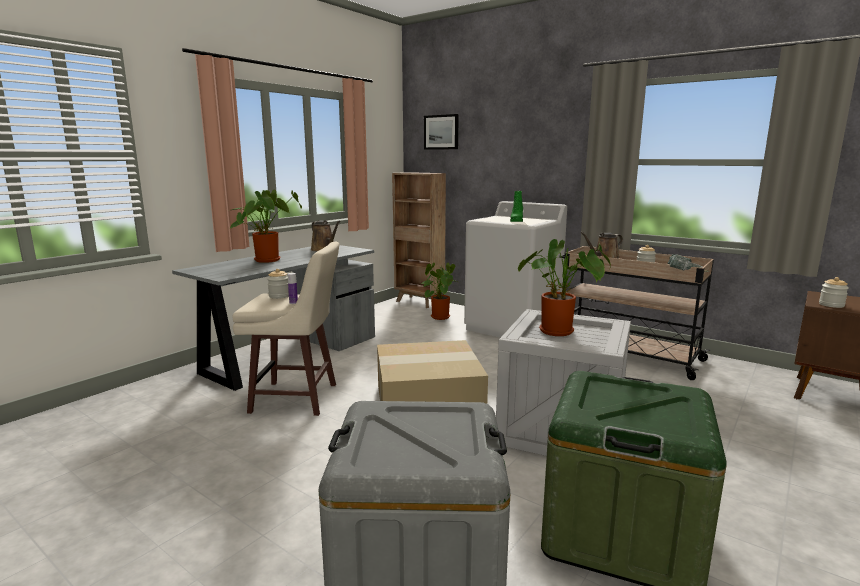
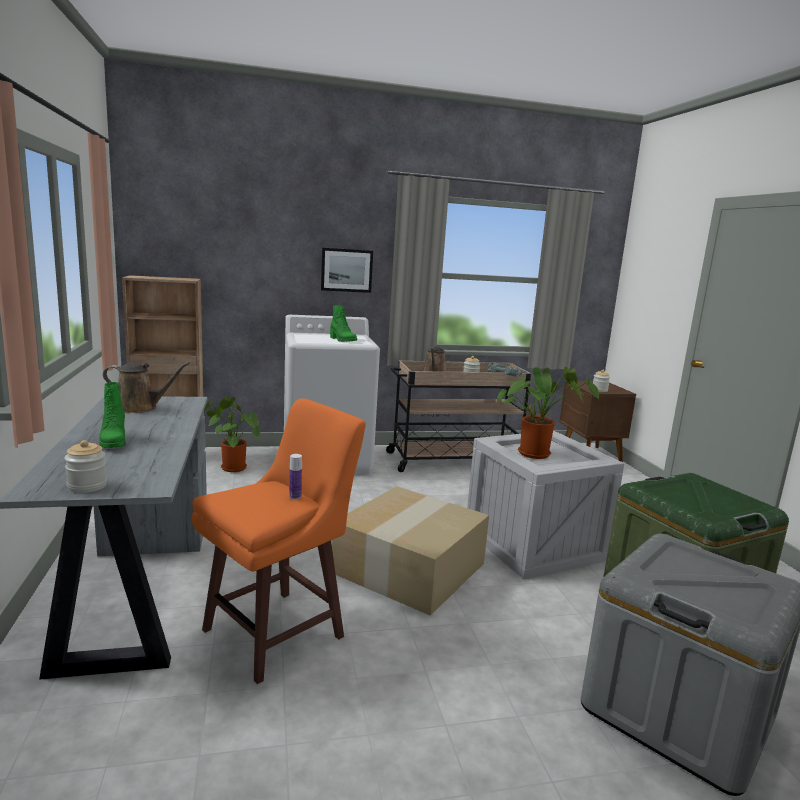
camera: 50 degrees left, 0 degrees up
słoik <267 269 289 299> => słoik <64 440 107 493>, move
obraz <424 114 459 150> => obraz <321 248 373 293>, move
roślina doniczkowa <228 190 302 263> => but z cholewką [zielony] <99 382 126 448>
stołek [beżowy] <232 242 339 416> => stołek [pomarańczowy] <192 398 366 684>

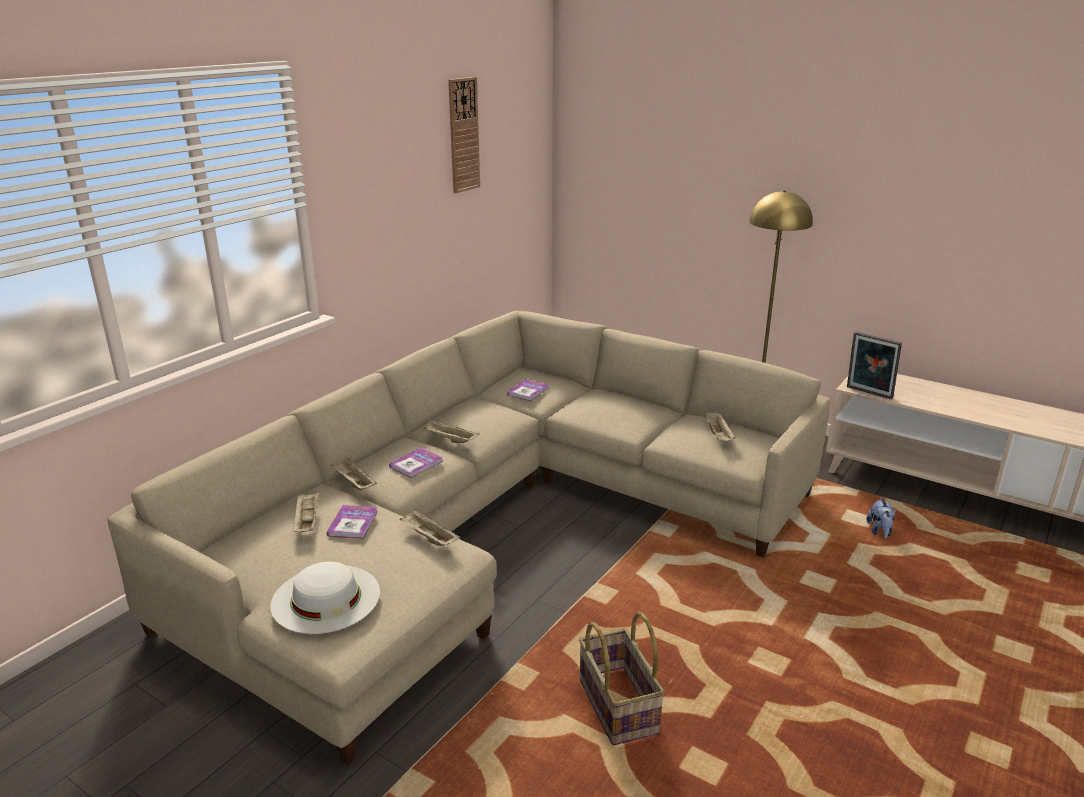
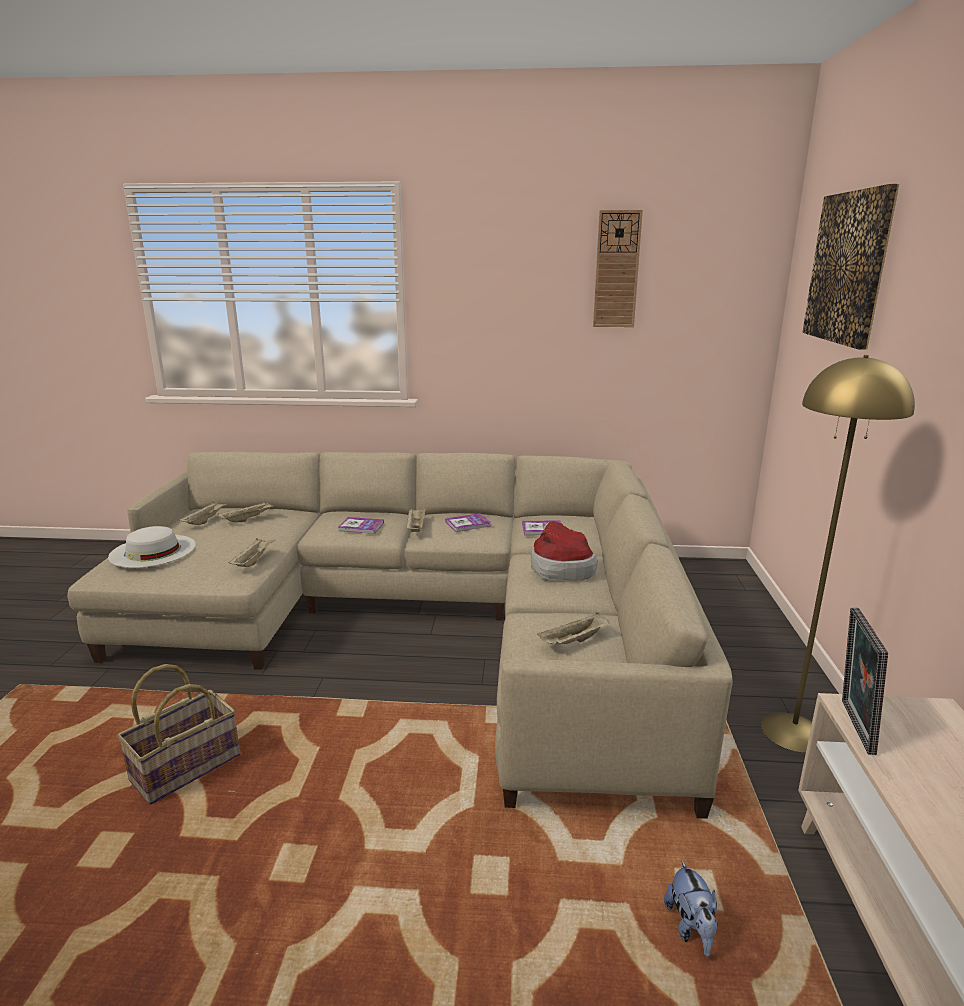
camera: 60 degrees right, 5 degrees down
nothing => kapelusz <531 521 597 580>
nothing => obraz <802 184 899 350>
książka <327 505 378 539> => książka <445 513 491 532>, move
taca [beżowy] <331 457 377 490> => taca [beżowy] <179 501 228 525>, move
pluszak <866 497 895 539> => pluszak <664 859 718 957>, 75 degrees counterclockwise

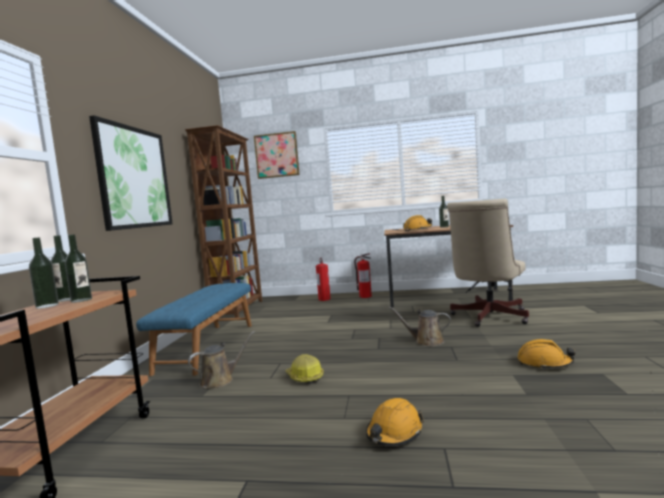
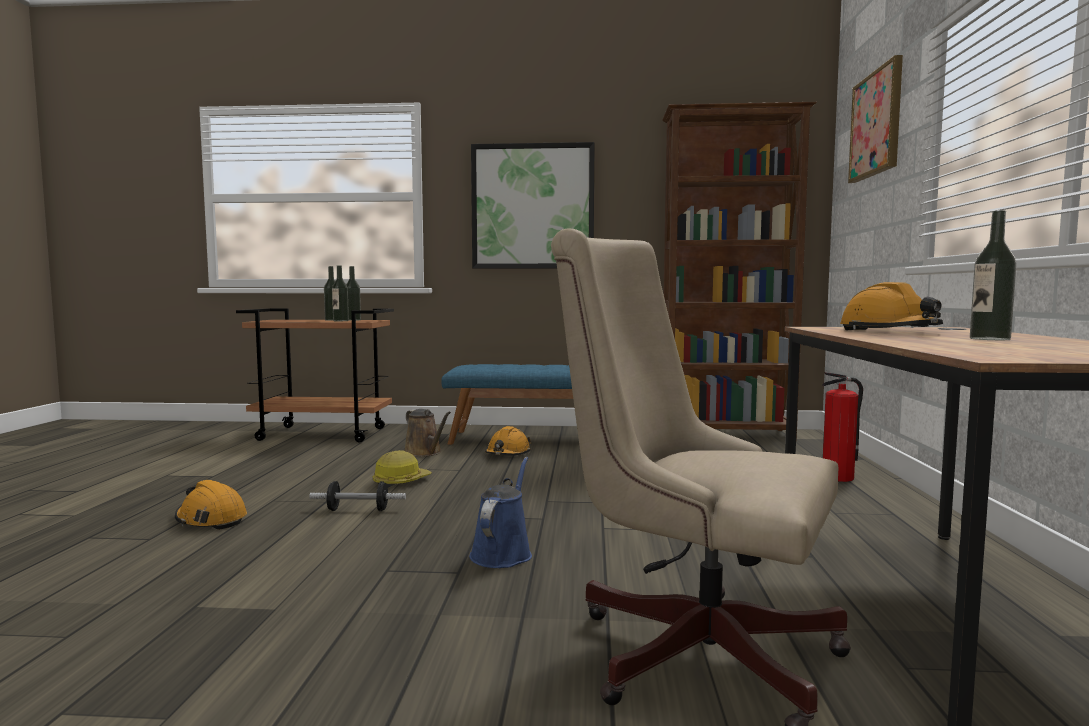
camera: 85 degrees right, 0 degrees up
gaśnica <354 253 372 298> => nothing
nothing => hantel <309 481 406 511>
kask [pomarańczowy] <517 339 575 370> => kask [pomarańczowy] <485 426 531 455>, move
konewka [brązowy] <389 307 451 346> => konewka [niebieski] <469 457 532 568>

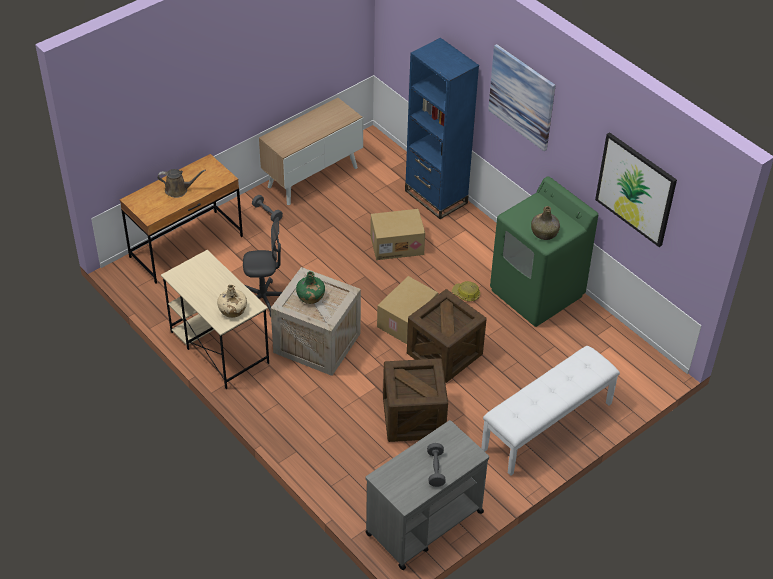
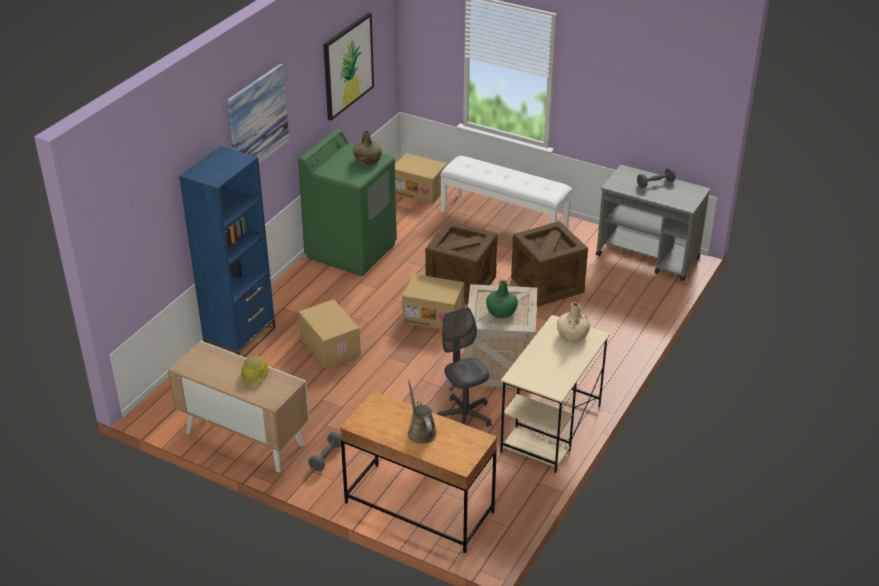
camera: 110 degrees left, 10 degrees down
nothing => karton <395 153 447 204>
kask <451 281 480 301> => kask <241 355 269 385>, move

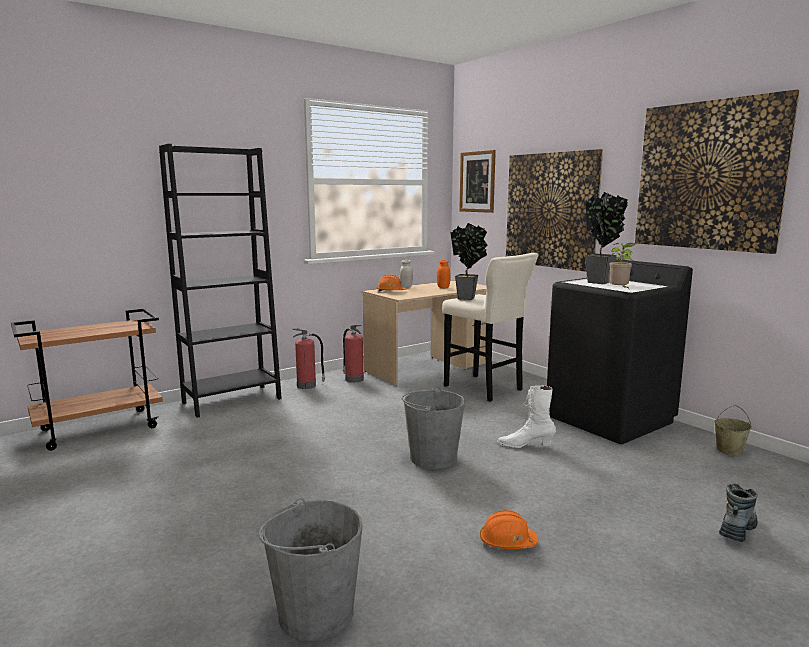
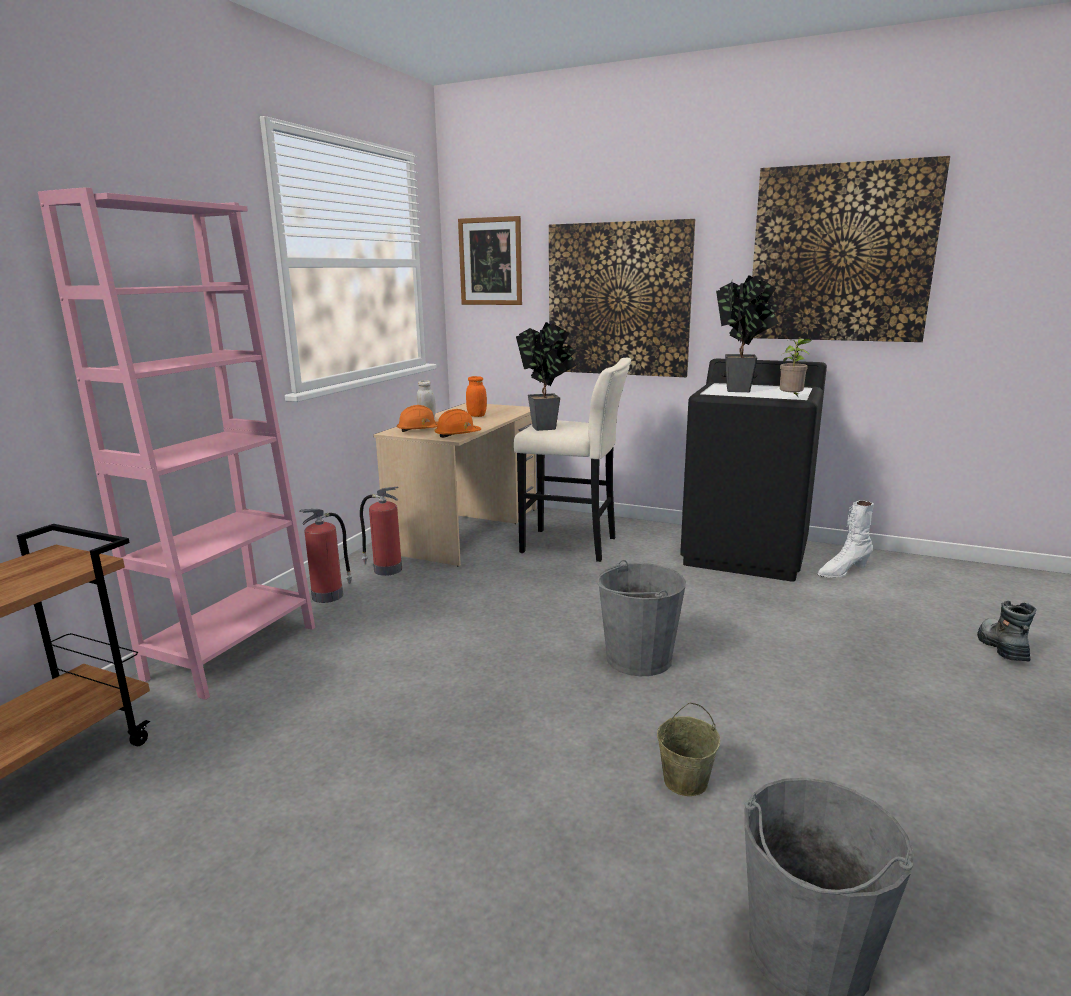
camera: 30 degrees left, 5 degrees up
kask [pomarańczowy] <480 510 538 549> => kask [pomarańczowy] <435 409 481 438>, move
but z cholewką [biały] <498 385 556 448> => but z cholewką [biały] <817 500 874 578>, move
wiadro [beżowy] <714 405 752 456> => wiadro [beżowy] <657 702 720 796>, move
regał [czarny] <159 144 282 418> => regał [różowy] <38 187 315 700>

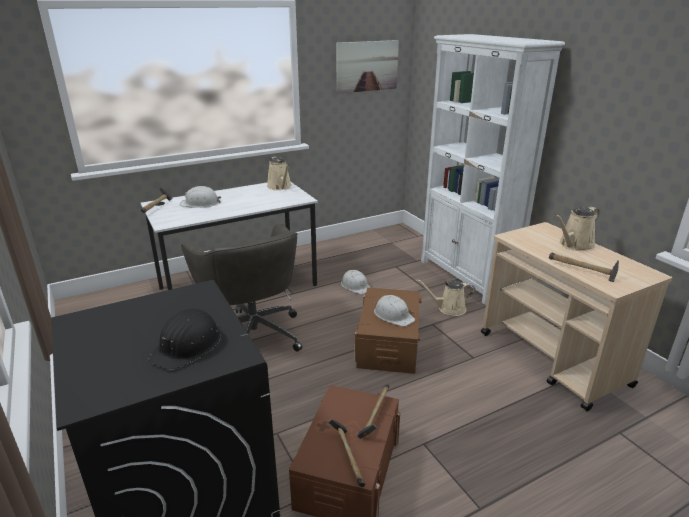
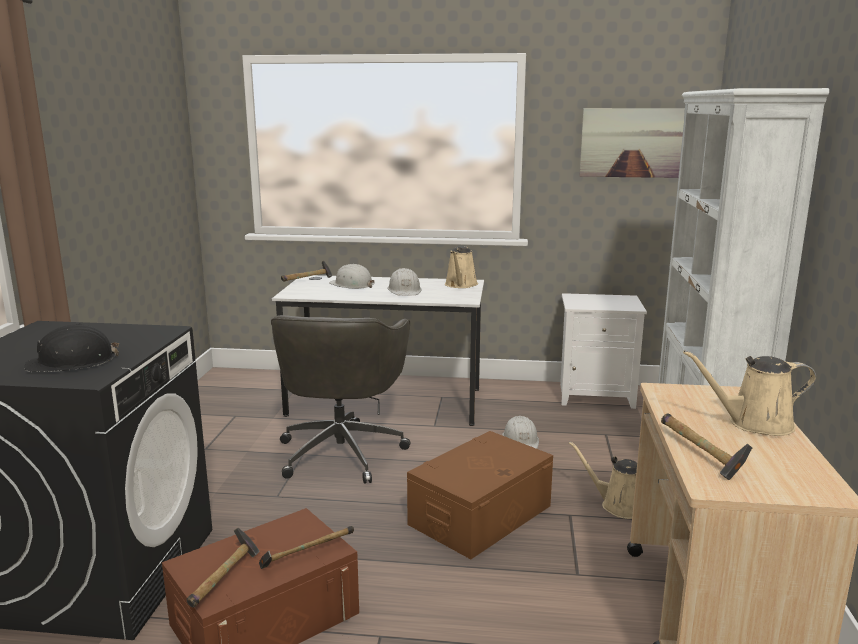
camera: 35 degrees right, 10 degrees down
nothing => szafka nocna [biały] <560 293 647 409>
kask [biały] <374 295 415 326> => kask [biały] <387 268 422 296>, move

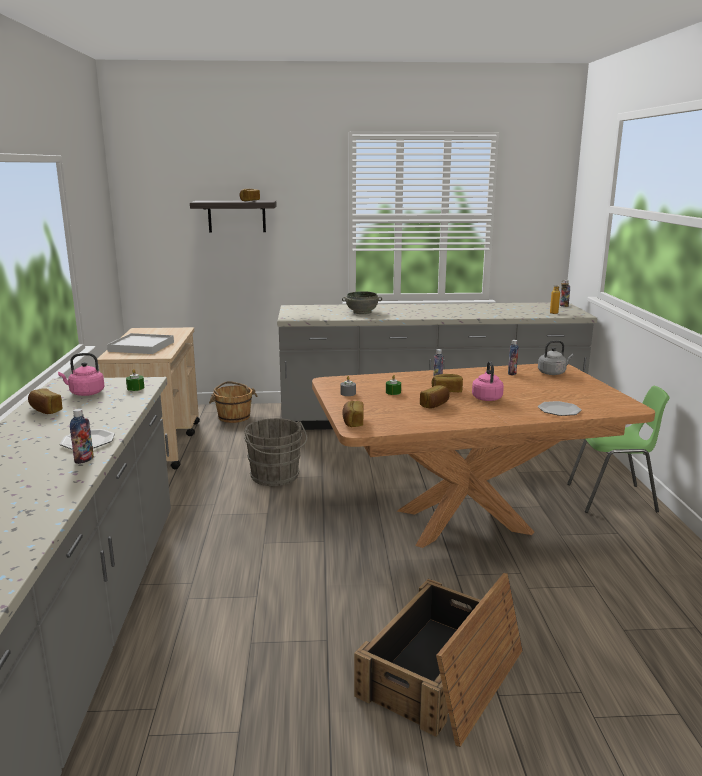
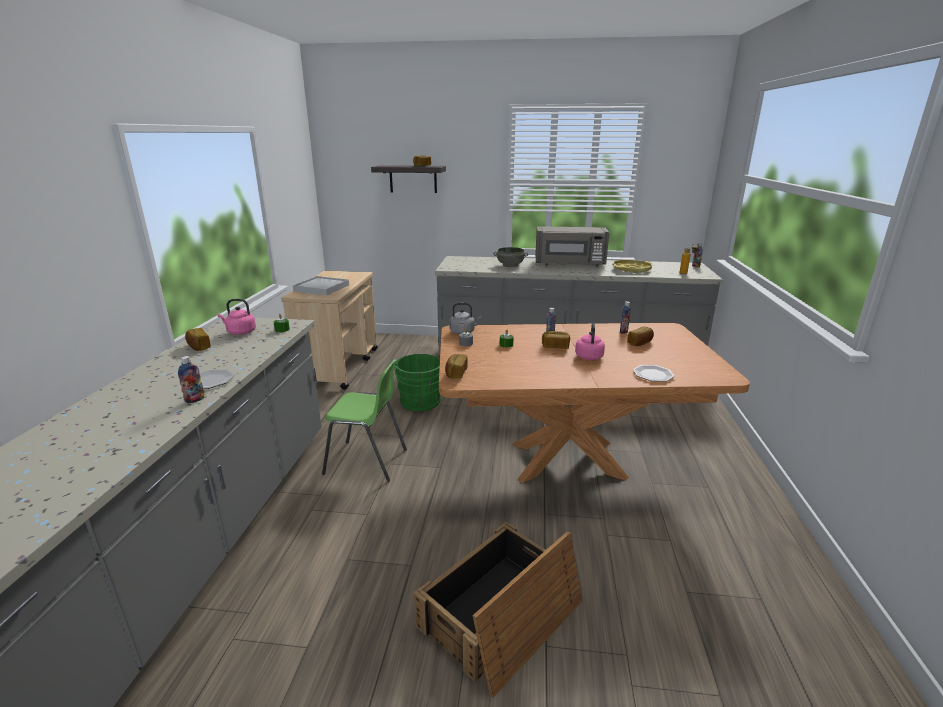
camera: 10 degrees right, 5 degrees up
wiadro [brązowy] <209 381 257 423> => nothing
nothing => mikrofalówka [szary] <535 226 610 266>
nothing => taca [żółty] <613 260 652 273>
chleb <420 385 450 409> => chleb <627 327 654 346>, move
czajnik [szary] <538 340 574 375> => czajnik [szary] <449 303 482 334>, move
krzesło [zielony] <567 386 669 513> => krzesło [zielony] <322 359 407 482>, move
wiadro [szary] <244 418 307 486> => wiadro [zielony] <394 354 441 412>

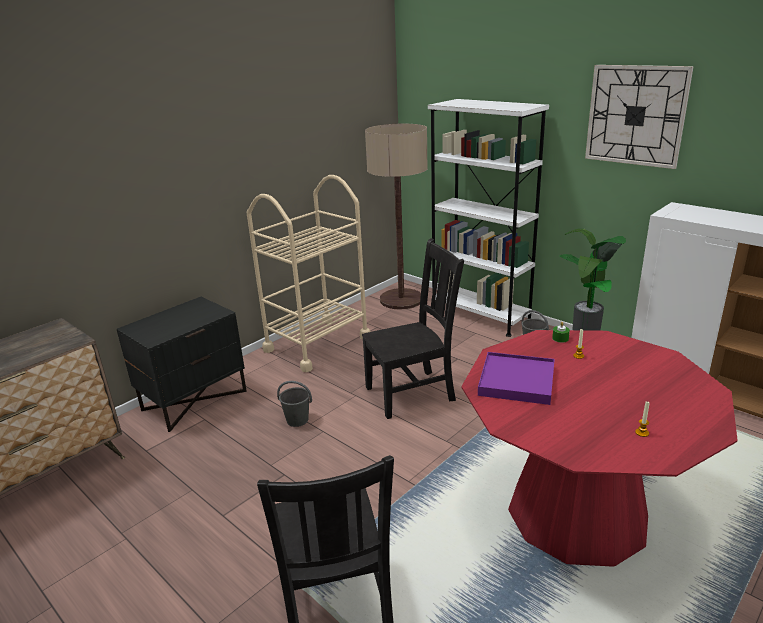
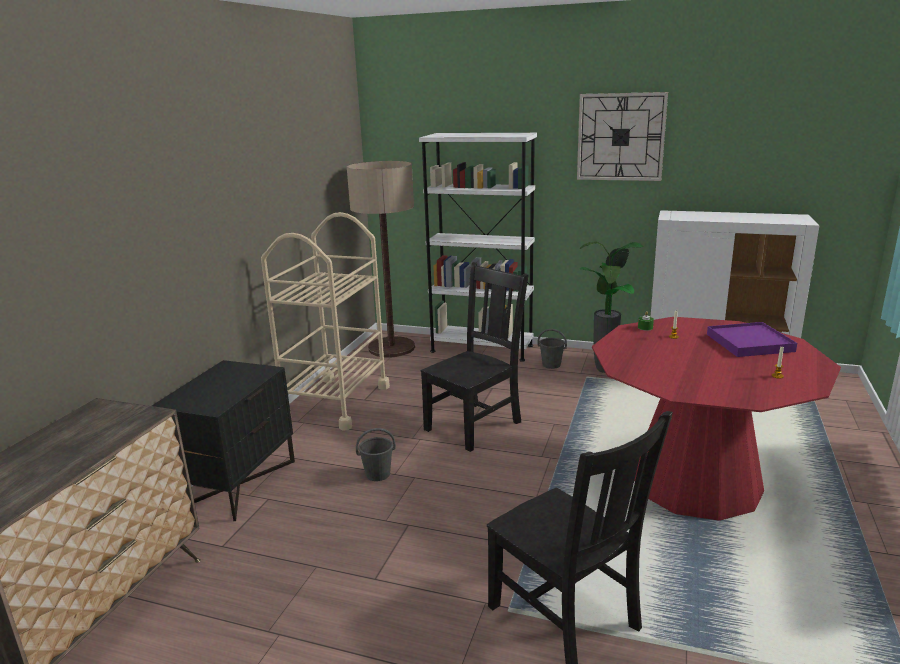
camera: 25 degrees left, 5 degrees down
taca [fioletowy] <478 352 555 405> => taca [fioletowy] <707 322 797 357>, move

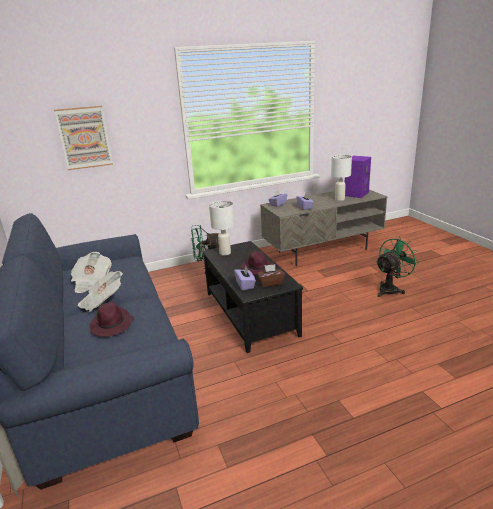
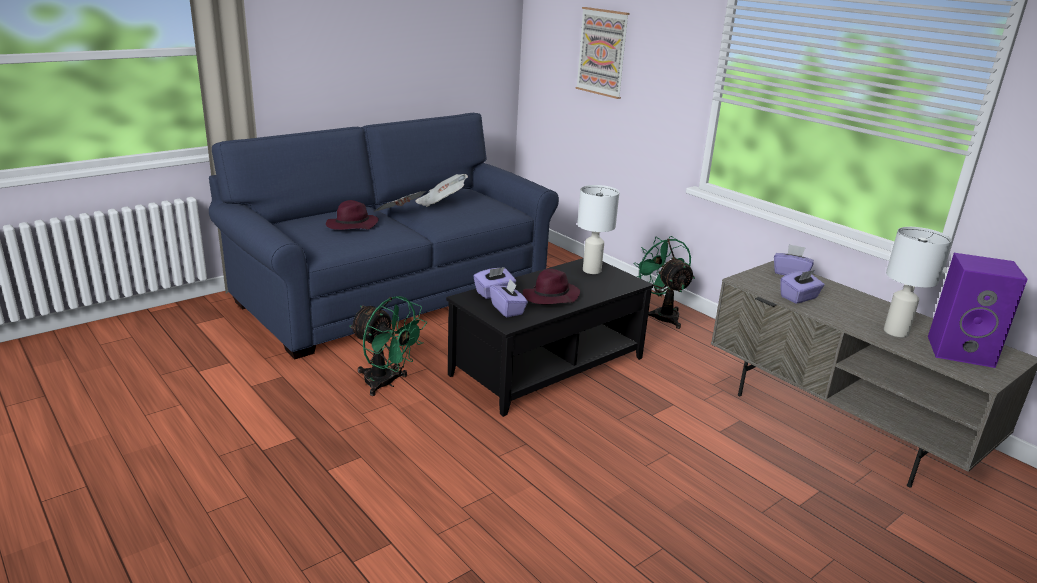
camera: 70 degrees right, 0 degrees up
wentylator [zielony] <376 237 420 297> => wentylator [zielony] <349 296 427 396>, move
pudełko chusteczek [brązowy] <257 264 285 287> => pudełko chusteczek [fioletowy] <490 279 528 317>

